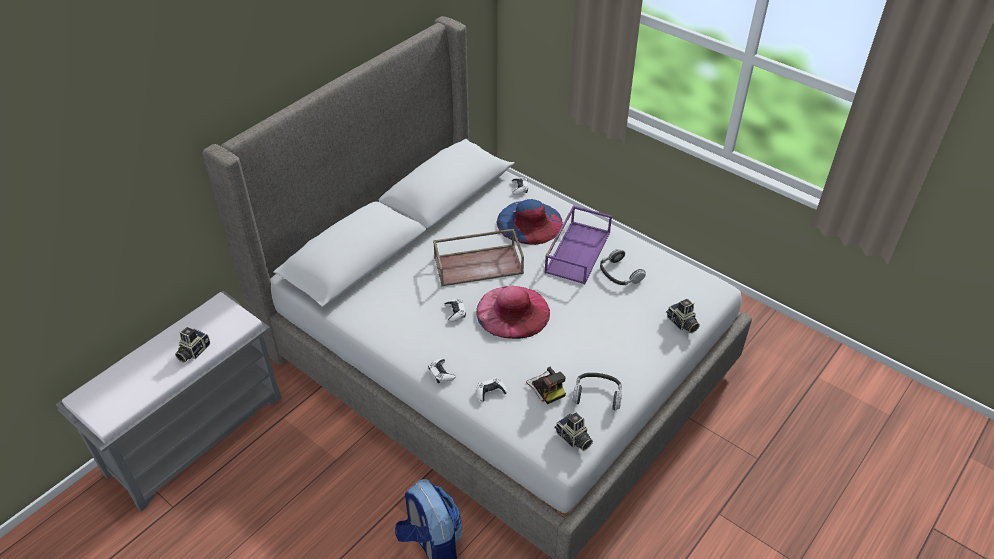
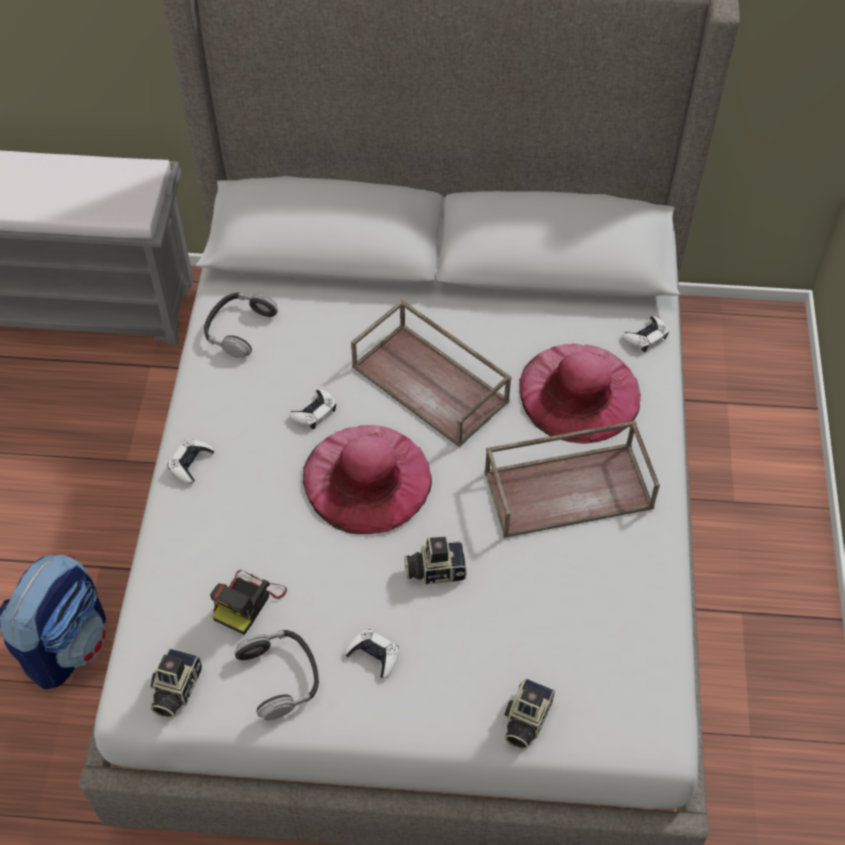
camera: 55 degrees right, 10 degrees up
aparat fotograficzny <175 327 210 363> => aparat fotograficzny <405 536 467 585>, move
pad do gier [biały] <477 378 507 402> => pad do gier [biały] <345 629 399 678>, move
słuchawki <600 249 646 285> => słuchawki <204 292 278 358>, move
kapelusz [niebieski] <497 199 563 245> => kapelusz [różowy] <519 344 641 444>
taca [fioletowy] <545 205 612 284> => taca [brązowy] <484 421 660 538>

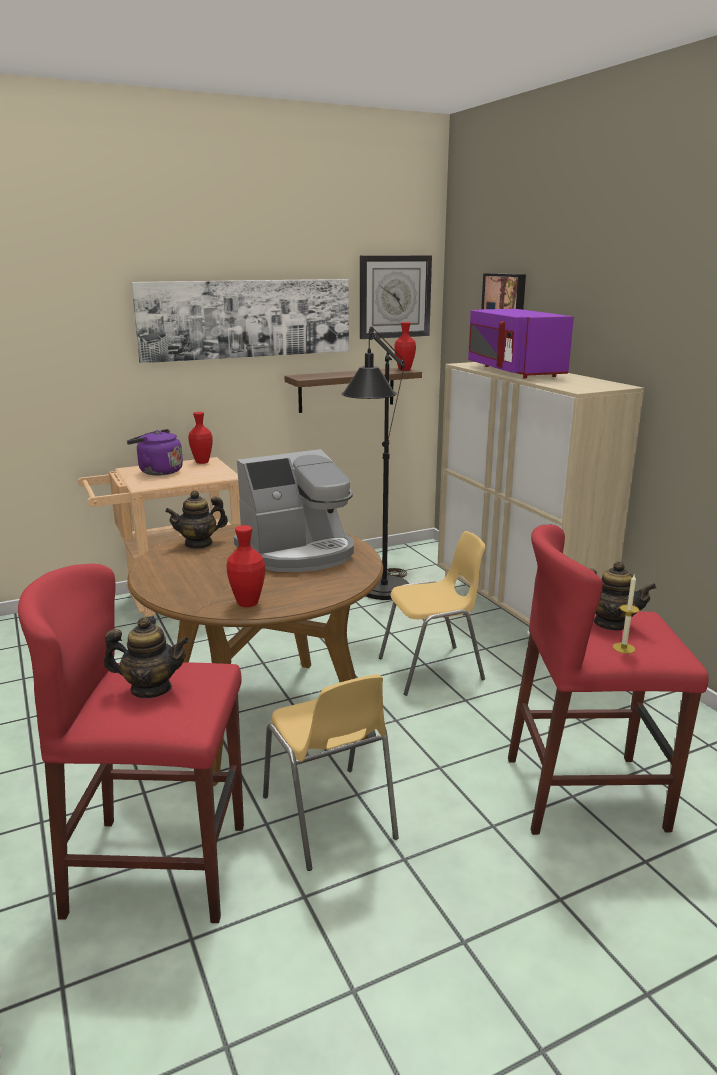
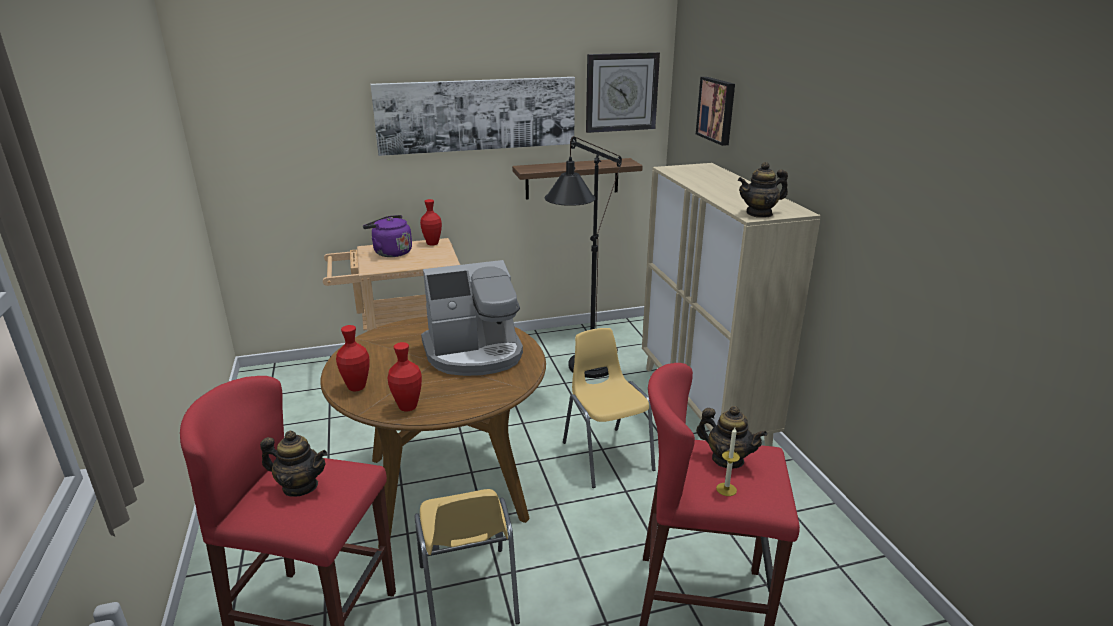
camera: 10 degrees right, 5 degrees up
mikrofalówka [fioletowy] <468 309 574 379> => nothing
imbryk <165 490 228 549> => imbryk <738 162 788 218>, move
wazon [czerwony] <394 322 416 371> => wazon [czerwony] <336 325 370 391>, move
krzesło [żółty] <379 531 486 696> => krzesło [żółty] <563 328 656 488>, 105 degrees counterclockwise

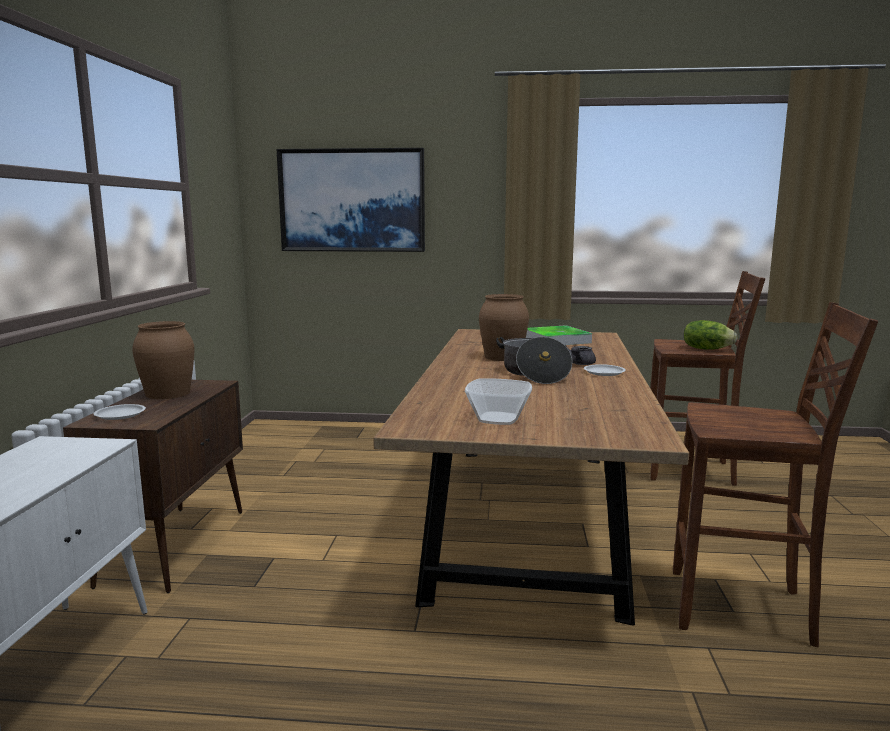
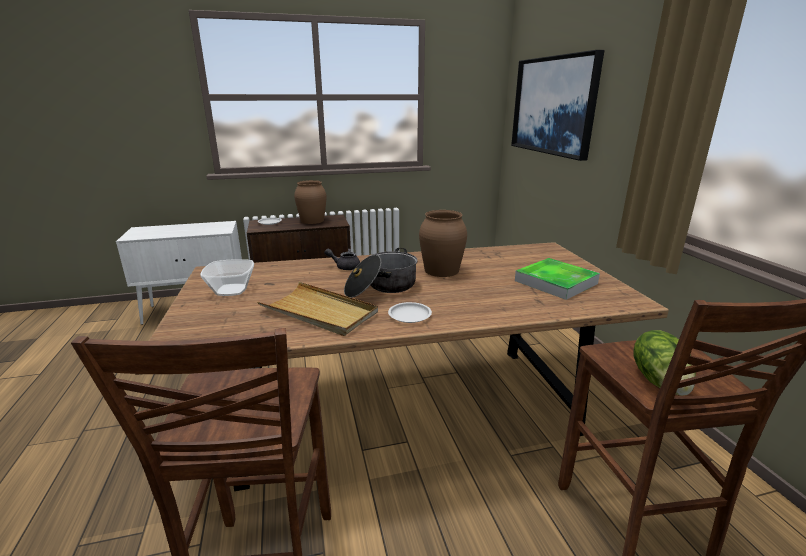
camera: 70 degrees right, 10 degrees up
nothing => taca [beżowy] <257 282 378 336>
imbryk [szary] <567 346 596 365> => imbryk [szary] <324 249 360 270>, move

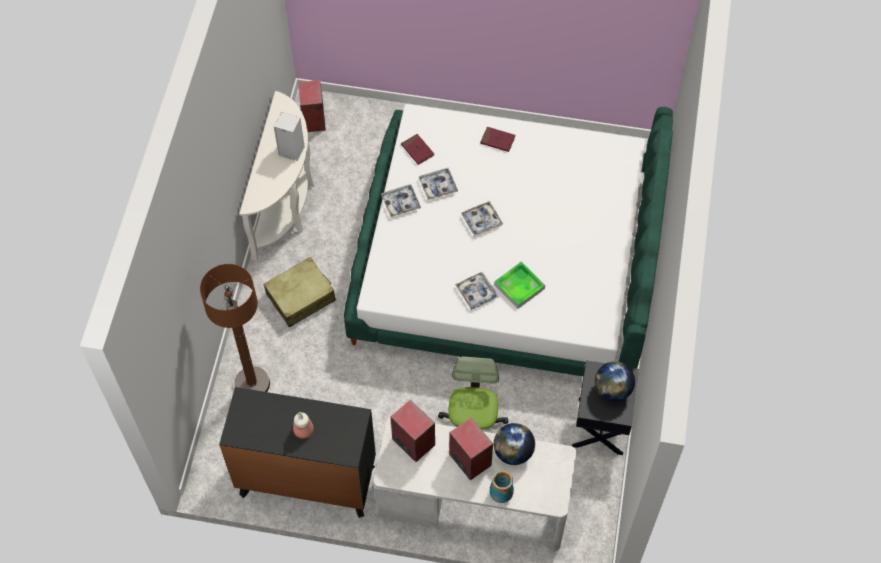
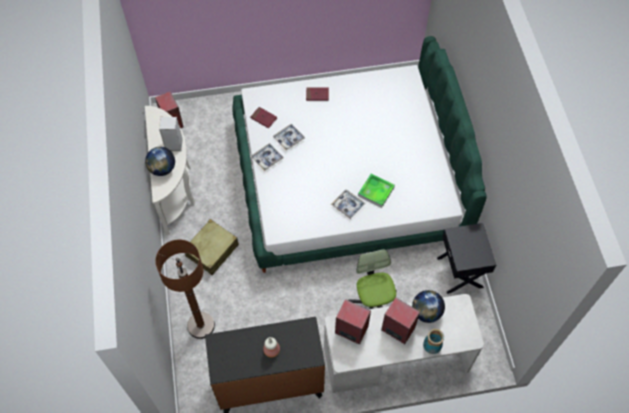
camera: 20 degrees left, 0 degrees up
taca <461 201 503 237> => nothing
globus <595 361 635 402> => globus <145 147 175 176>, move

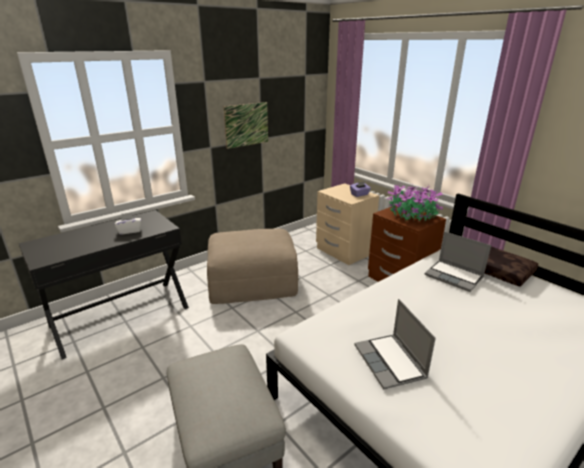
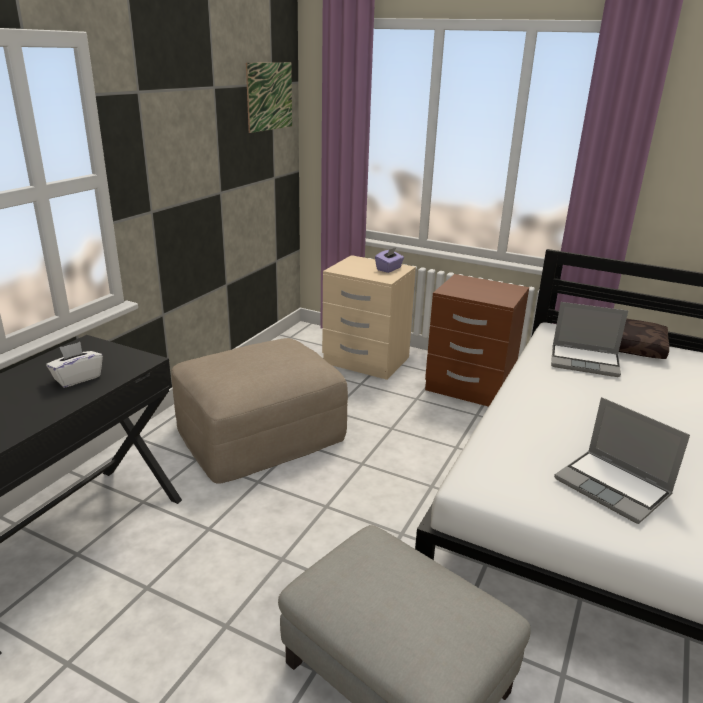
camera: 25 degrees left, 0 degrees up
roślina doniczkowa <387 184 443 222> => nothing
obraz <224 102 268 149> => obraz <246 62 292 133>, move

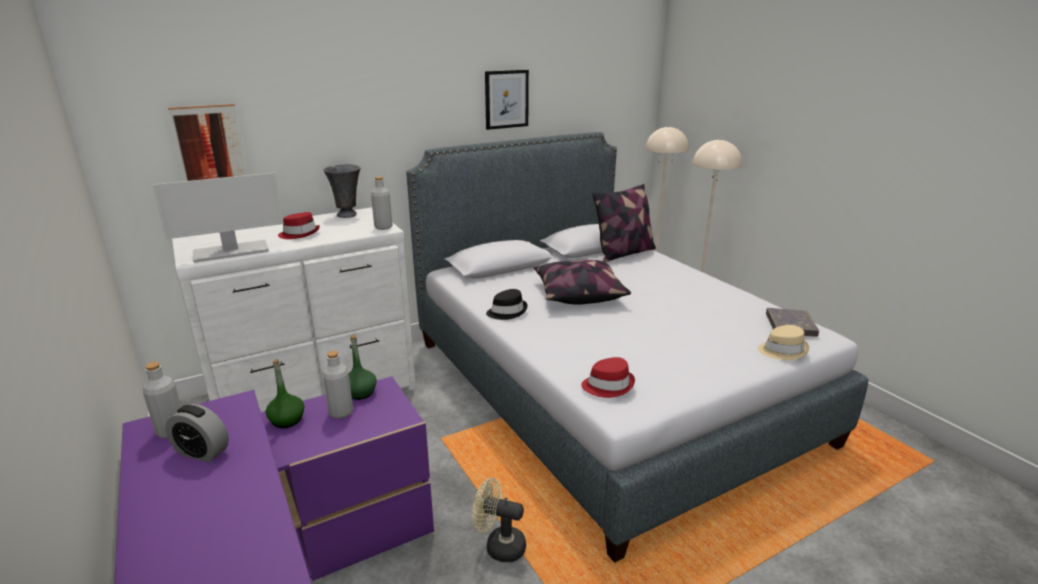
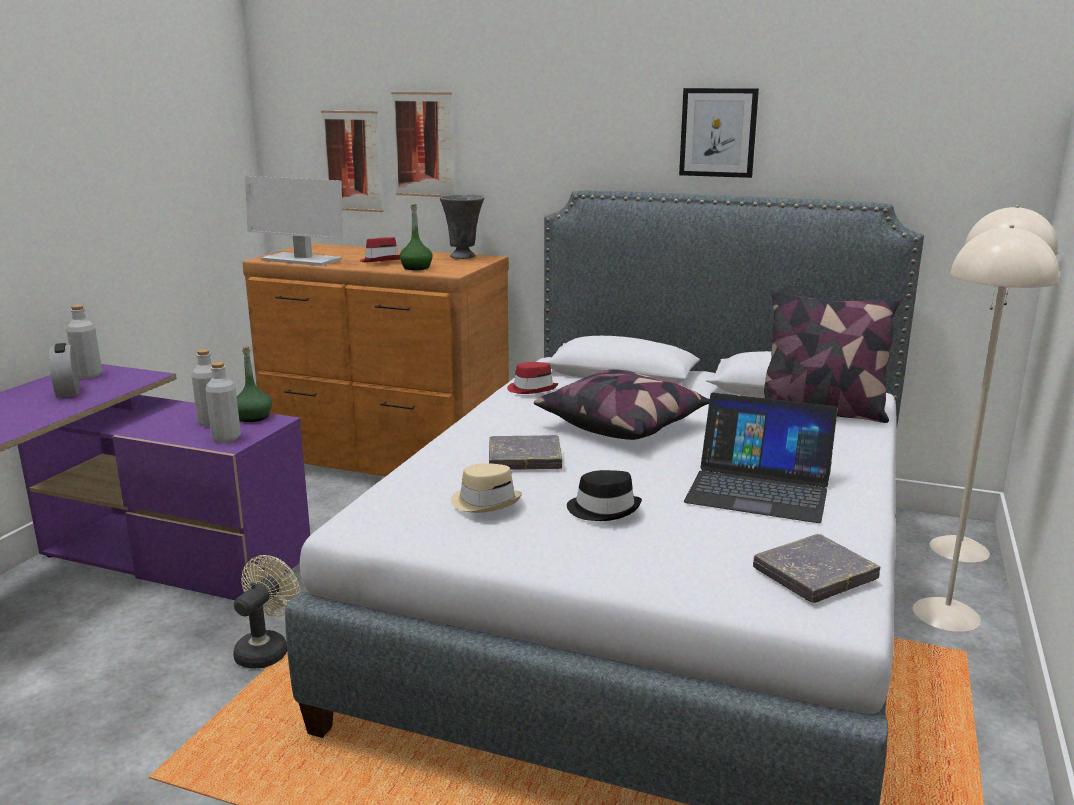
camera: 50 degrees right, 5 degrees down
nothing => obraz <391 92 454 197>
nothing => książka [szary] <489 435 562 470>
nothing => laptop <684 393 838 523>
butelka [zielony] <266 359 305 428> => butelka [zielony] <399 204 433 270>, move
butelka [szary] <371 177 393 230> => butelka [szary] <205 362 241 443>, move
kapelusz [czarny] <486 289 528 320> => kapelusz [czarny] <567 470 642 521>, move
kapelusz [czerwony] <581 357 635 398> => kapelusz [czerwony] <507 362 558 394>, move
kapelusz [beżowy] <758 325 809 360> => kapelusz [beżowy] <451 463 522 513>, move
komoda [biały] <172 207 416 412> => komoda [brązowy] <242 243 509 477>
wentylator [beżowy] <472 478 526 562> => wentylator [beżowy] <233 555 300 669>, 45 degrees clockwise

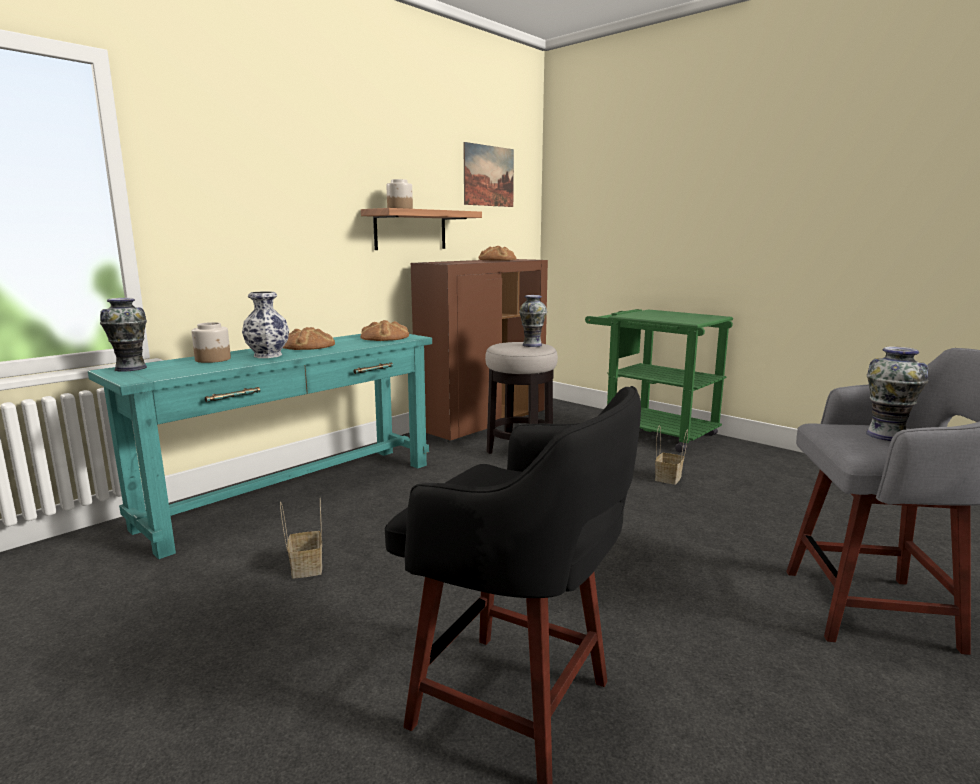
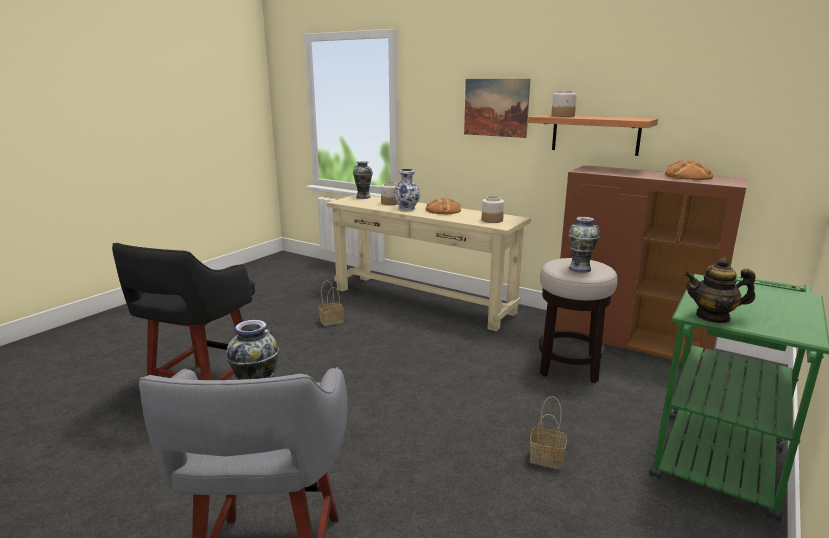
camera: 80 degrees right, 5 degrees up
nothing => imbryk <684 257 756 323>
obraz <463 142 514 207> => obraz <464 79 530 138>, move
chleb <360 320 409 341> => słoik <482 196 504 223>
stolik konsolowy [turkusowy] <88 334 432 559> => stolik konsolowy [beżowy] <326 194 531 331>

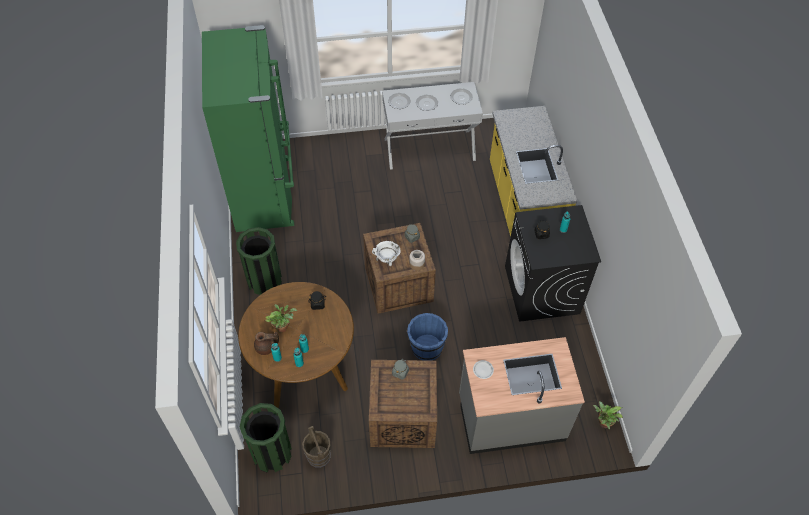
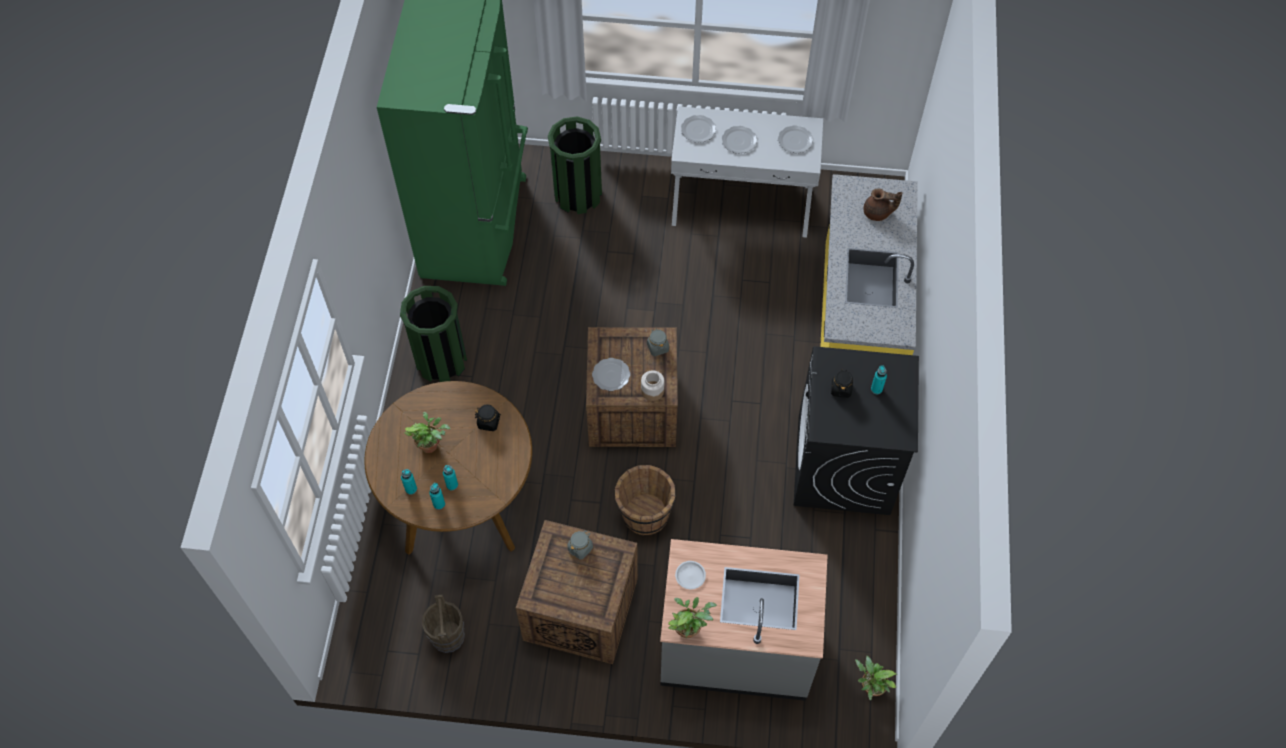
camera: 15 degrees right, 5 degrees up
nothing => roślina doniczkowa <668 597 717 638>
kosz na śmieci [zielony] <240 403 292 473> => kosz na śmieci [zielony] <548 116 602 214>, move
imbryk [brązowy] <254 332 279 355> => imbryk [brązowy] <863 188 902 221>, move
garnek [biały] <372 241 401 266> => talerz <592 358 630 391>
wiadro [niebieski] <407 313 448 361> => wiadro [brązowy] <615 465 675 535>

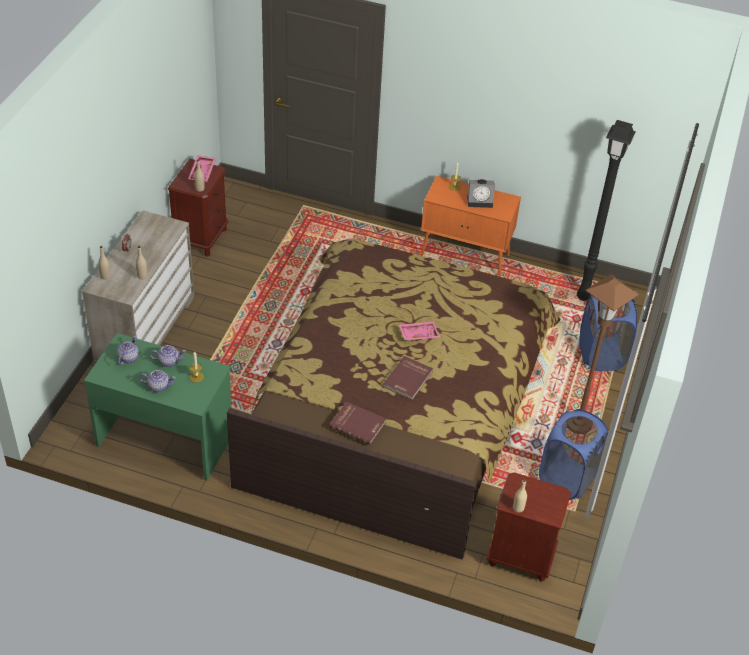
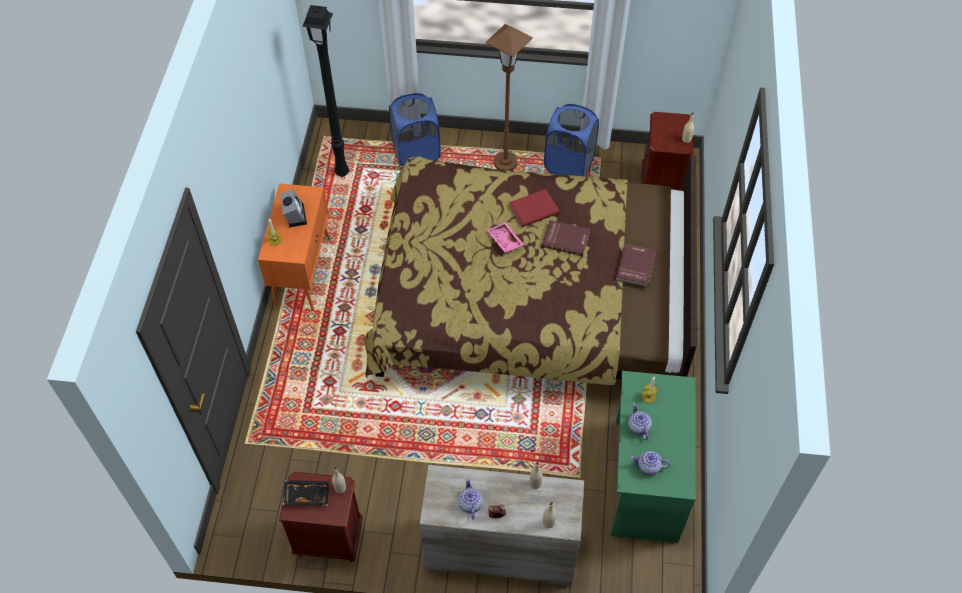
camera: 100 degrees left, 10 degrees up
nothing => książka [czerwony] <509 189 560 227>
imbryk <140 370 176 392> => imbryk <458 478 483 519>, move
taca [różowy] <188 155 216 182> => taca [czarny] <283 480 329 506>

